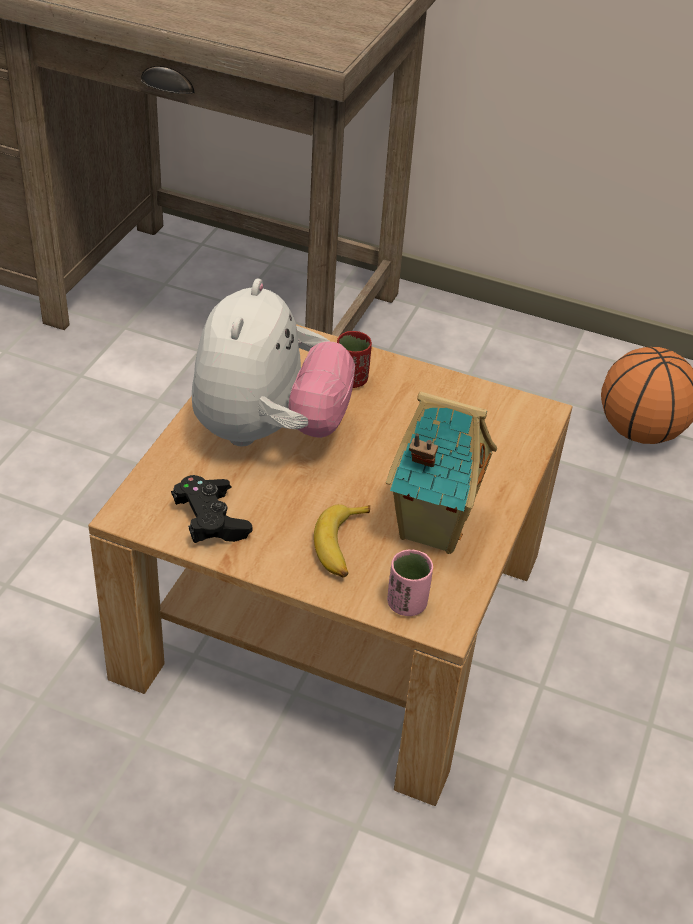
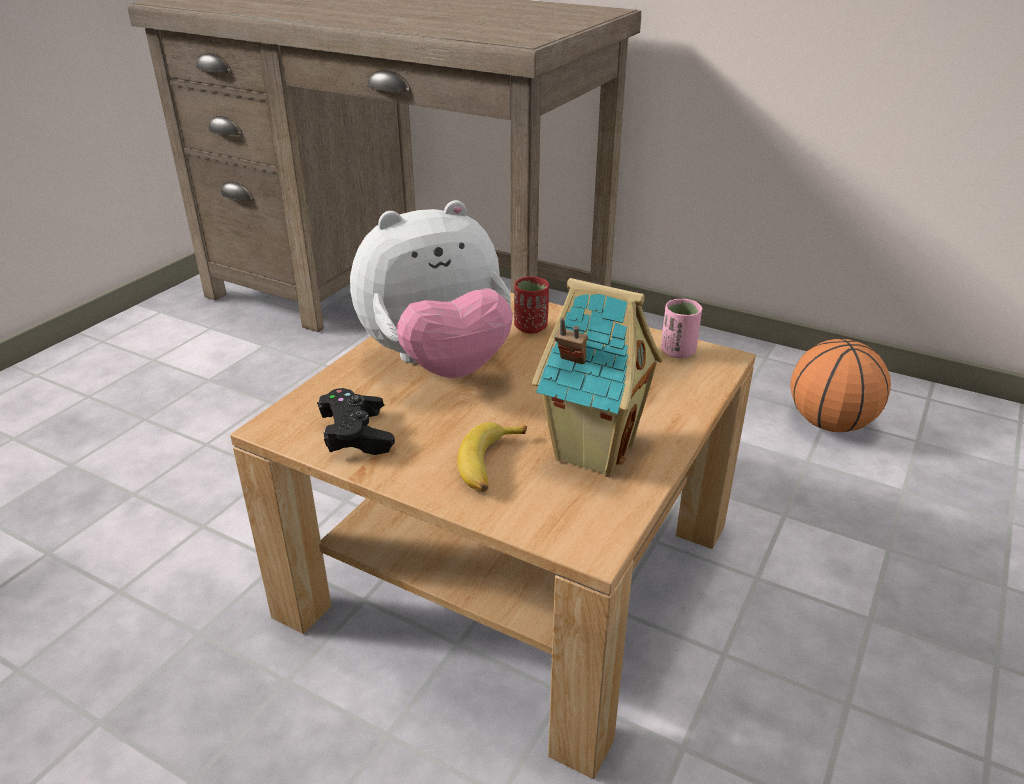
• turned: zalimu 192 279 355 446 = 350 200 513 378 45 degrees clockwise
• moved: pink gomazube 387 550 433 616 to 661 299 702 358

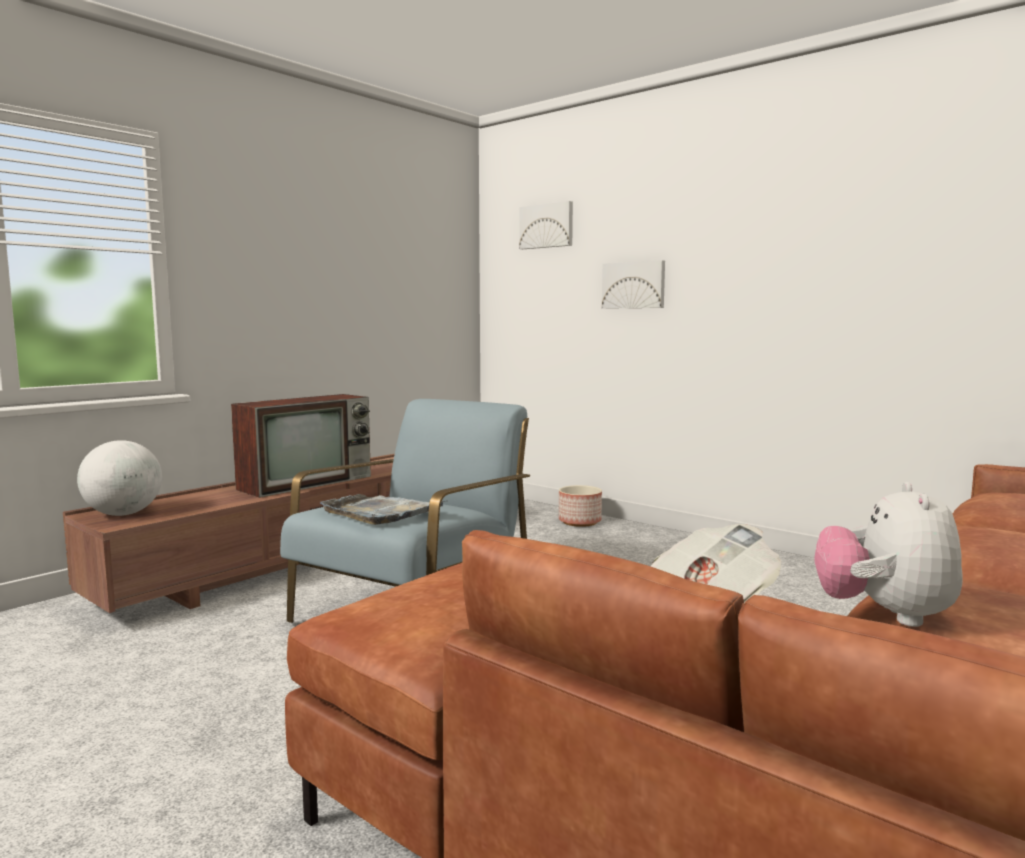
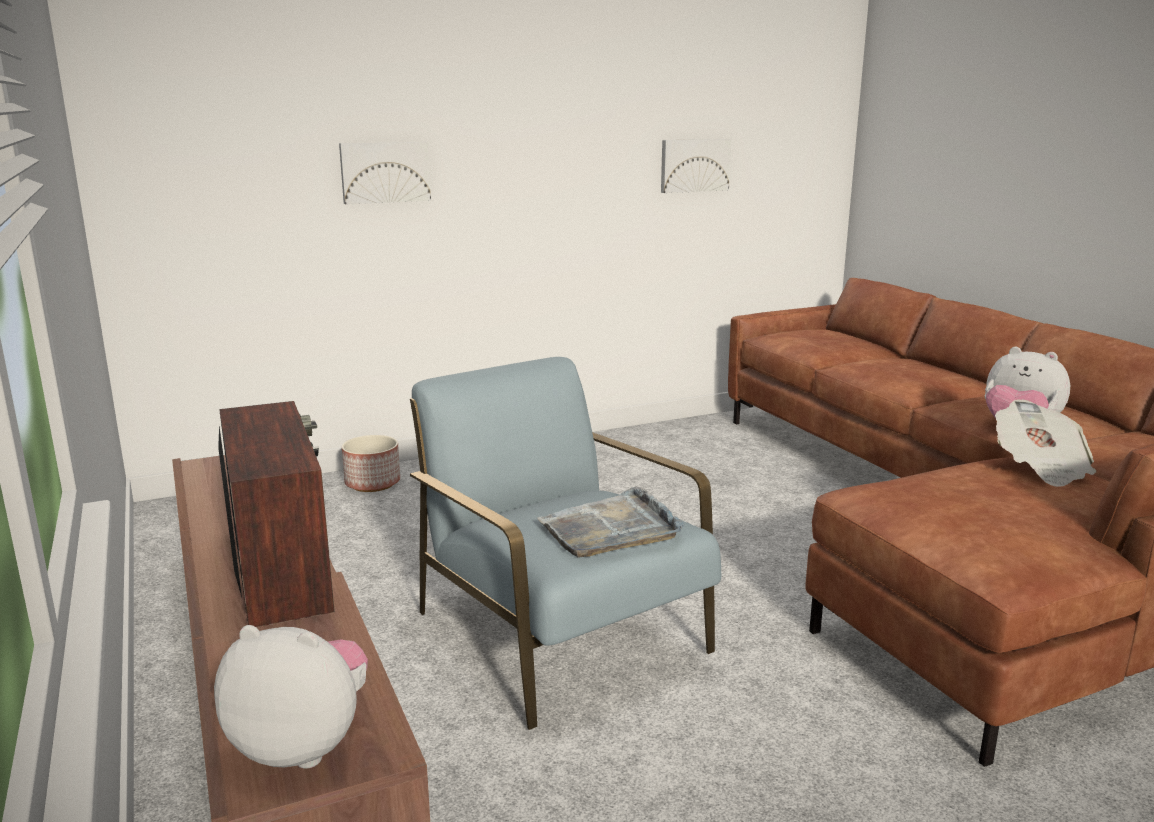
• replaced: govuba 77 440 162 516 to zalimu 214 625 368 769
• moved: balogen 519 201 573 249 to 661 139 732 193

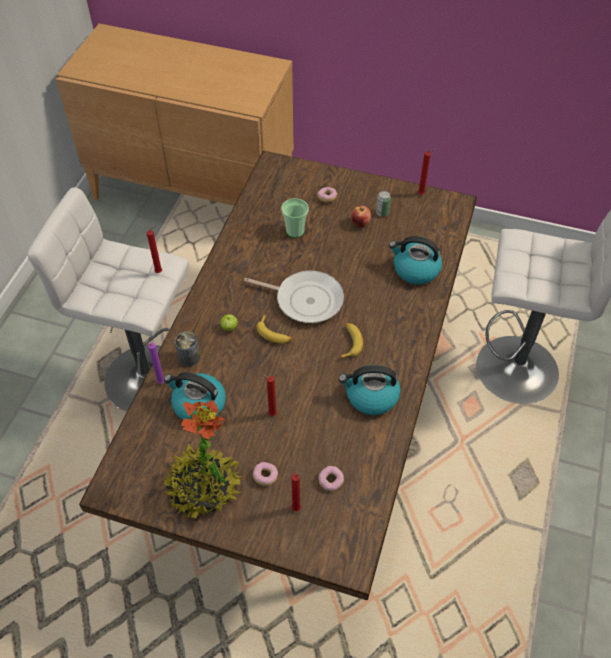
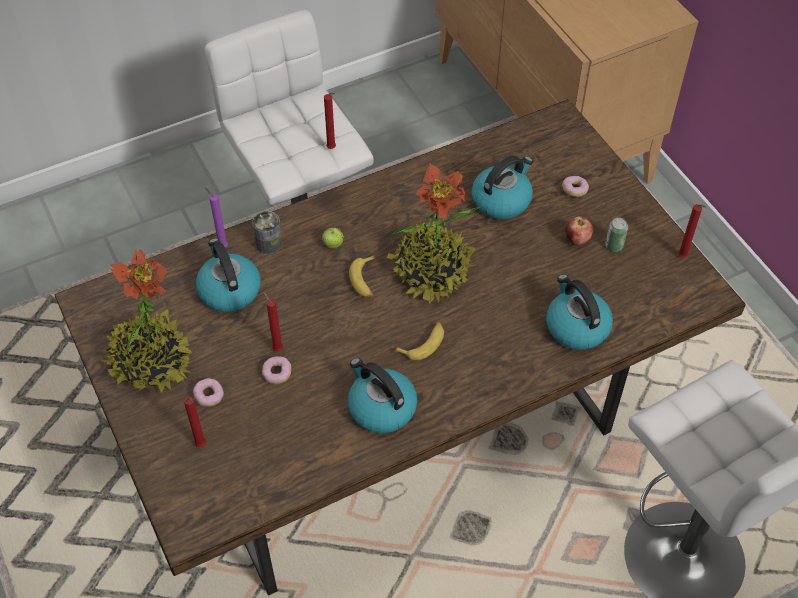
• replaced: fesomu 244 271 344 323 to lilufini 386 164 480 304
• replaced: gomazube 281 198 309 238 to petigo 472 155 533 219
• moved: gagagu 318 466 344 491 to 262 356 291 384

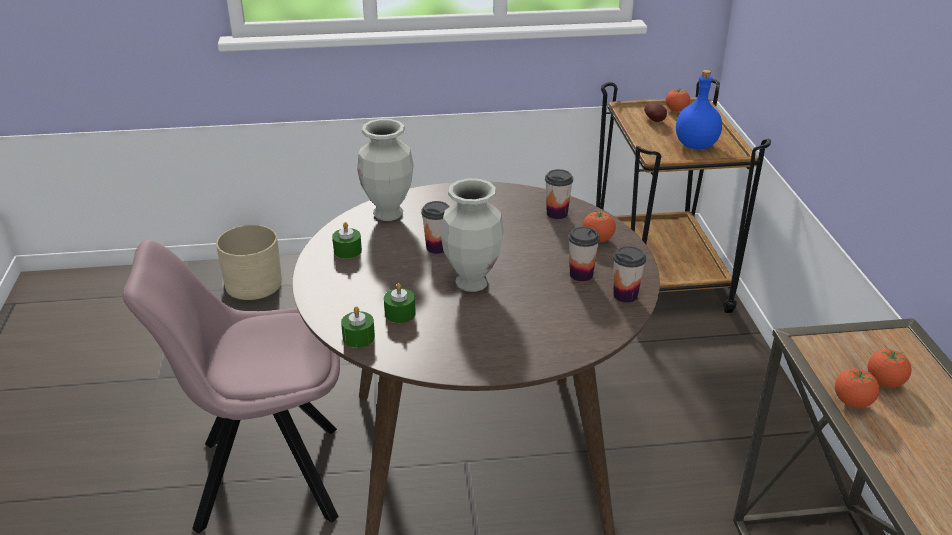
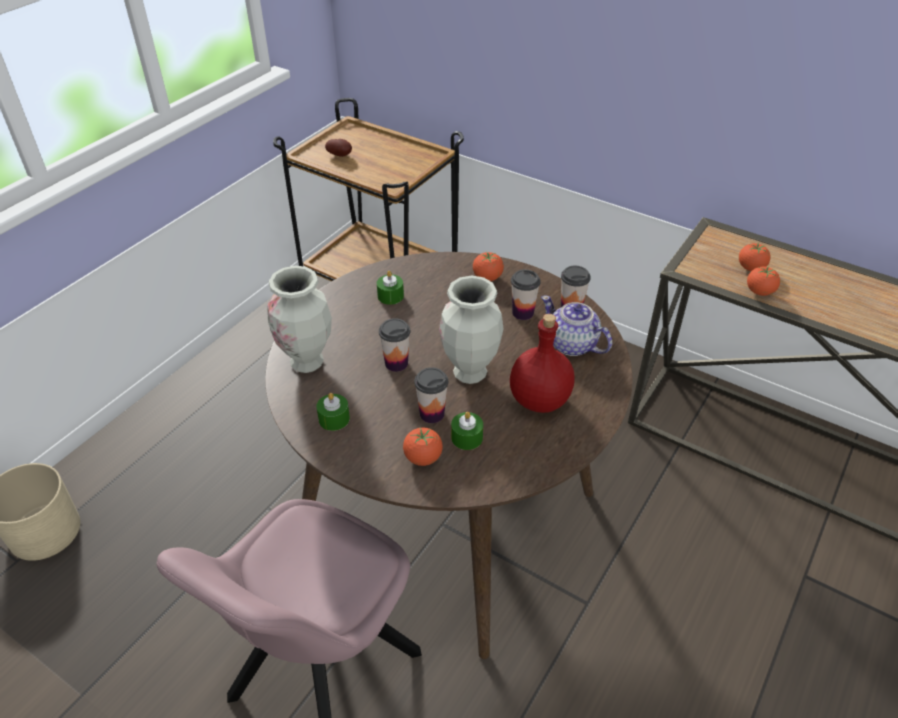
• moved: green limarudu 341 306 375 348 to 377 271 404 305
• moved: gomazube 545 169 573 219 to 414 367 448 423
• moved: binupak 666 88 690 111 to 403 428 443 466
• removed: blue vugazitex 676 70 722 149
• added: red vugazitex 510 314 575 413
• added: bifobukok 541 296 612 356

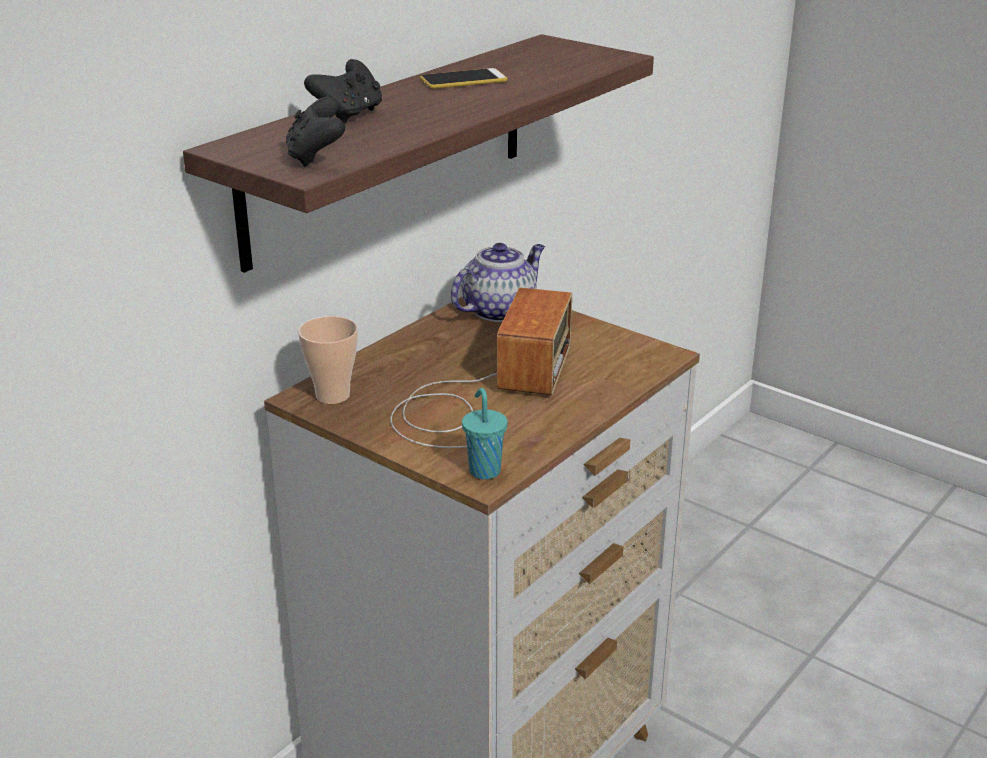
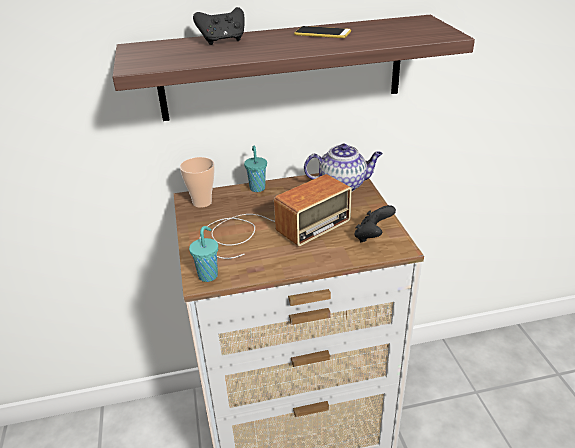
• moved: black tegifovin 286 97 345 167 to 354 205 396 242
• added: turquoise gomazube 244 146 267 192

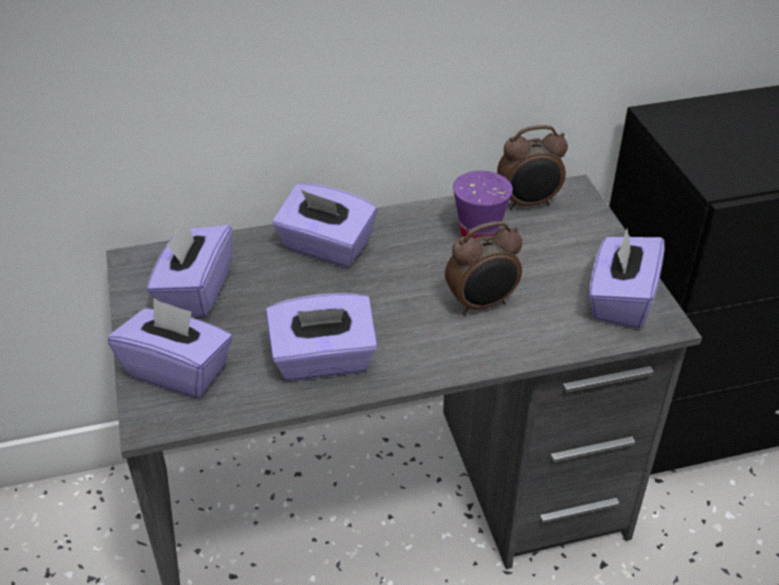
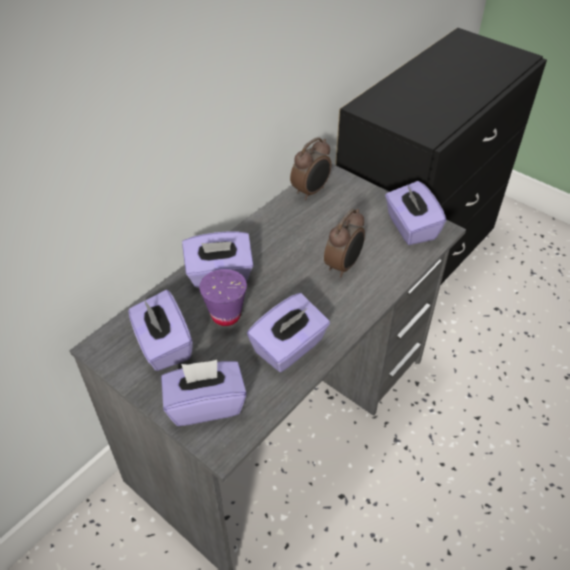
• moved: purple gomazube 453 171 513 238 to 199 269 247 326

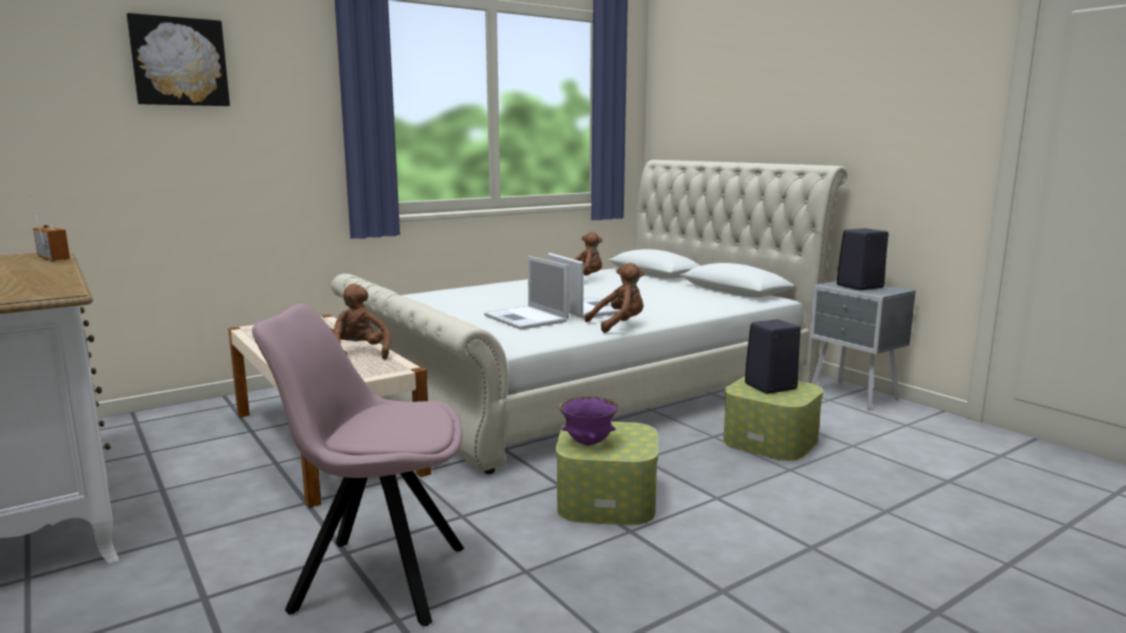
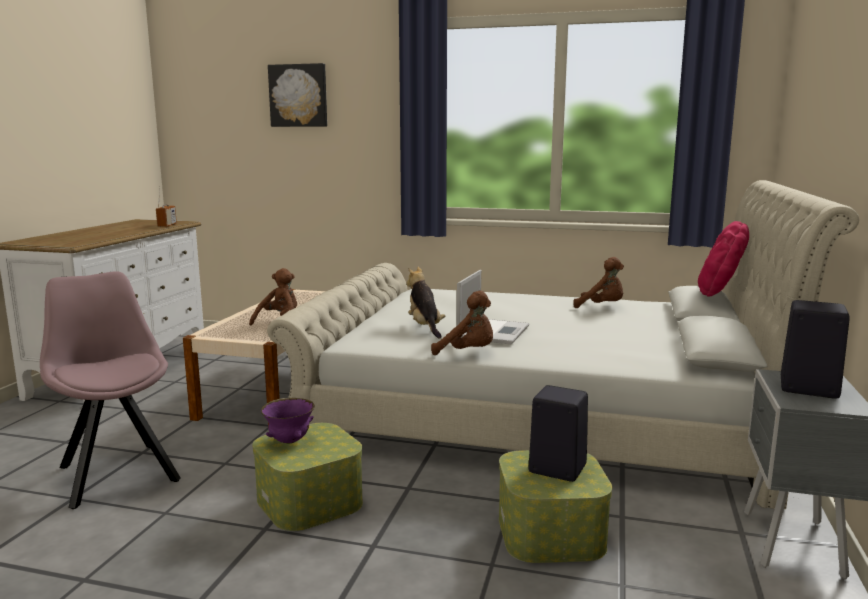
• replaced: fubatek 484 256 569 330 to zalimu 406 267 445 338
• added: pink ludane 698 221 749 297

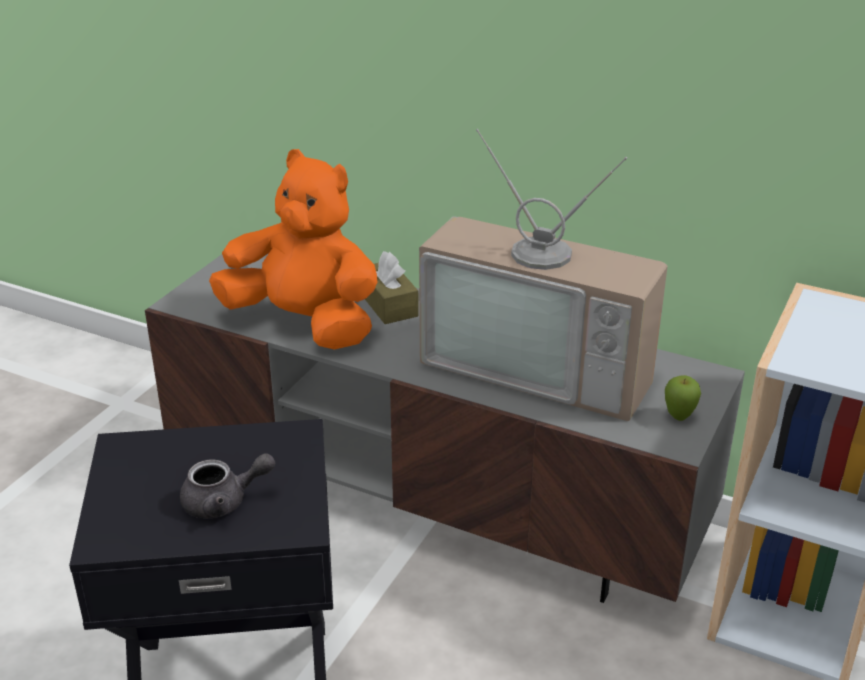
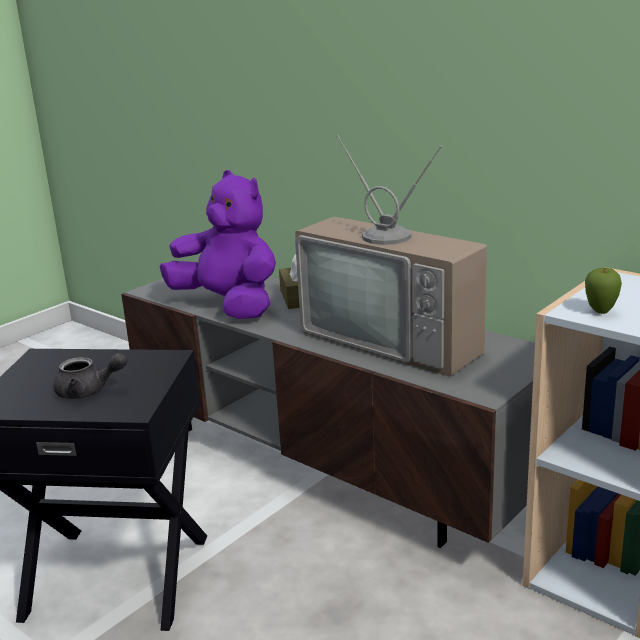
• recoloured: orange zalimu 209 149 377 350 to purple zalimu 160 170 276 319
• moved: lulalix 665 375 701 421 to 585 268 622 314

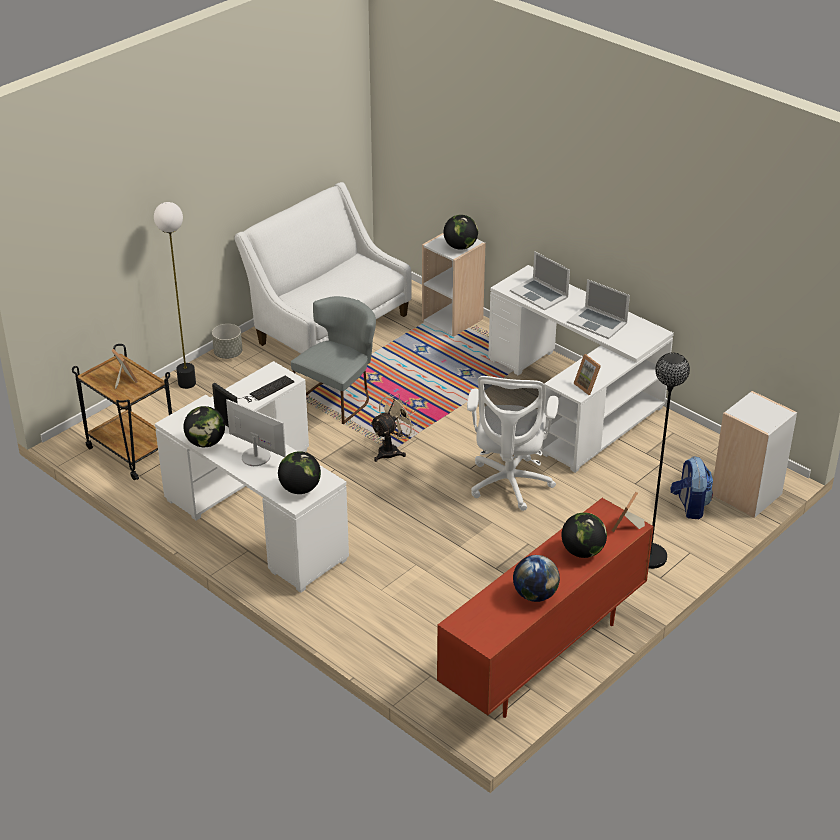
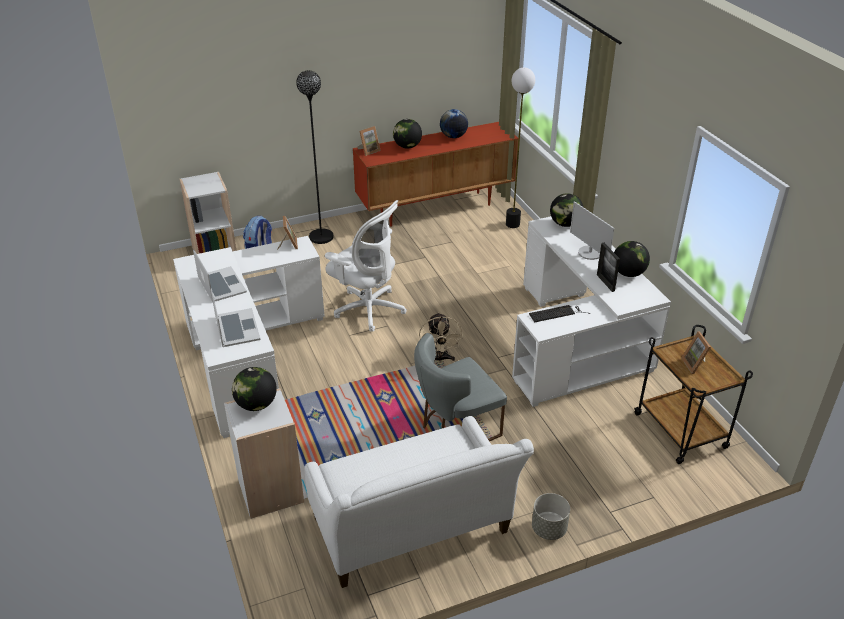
• moved: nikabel 154 202 196 389 to 506 67 535 228
• turned: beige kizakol 370 394 419 462 = 419 312 463 363 75 degrees counterclockwise
• turned: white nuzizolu 467 376 559 511 = 325 200 407 332 90 degrees clockwise

